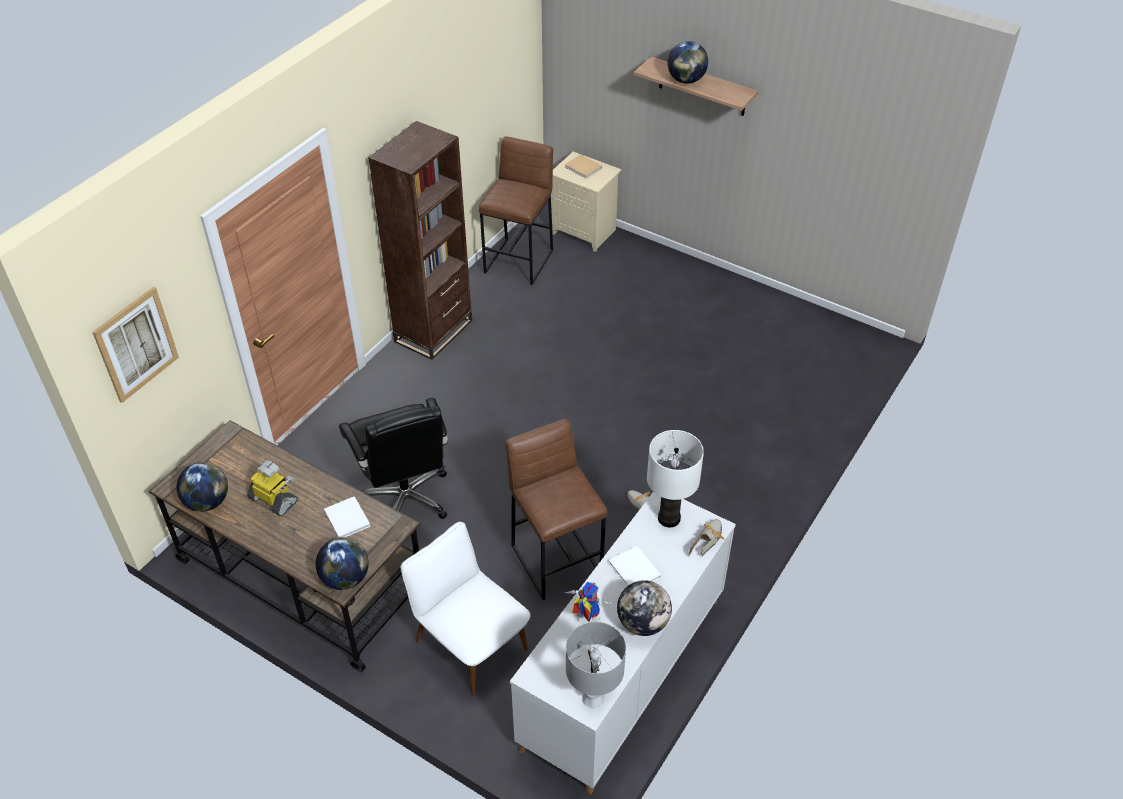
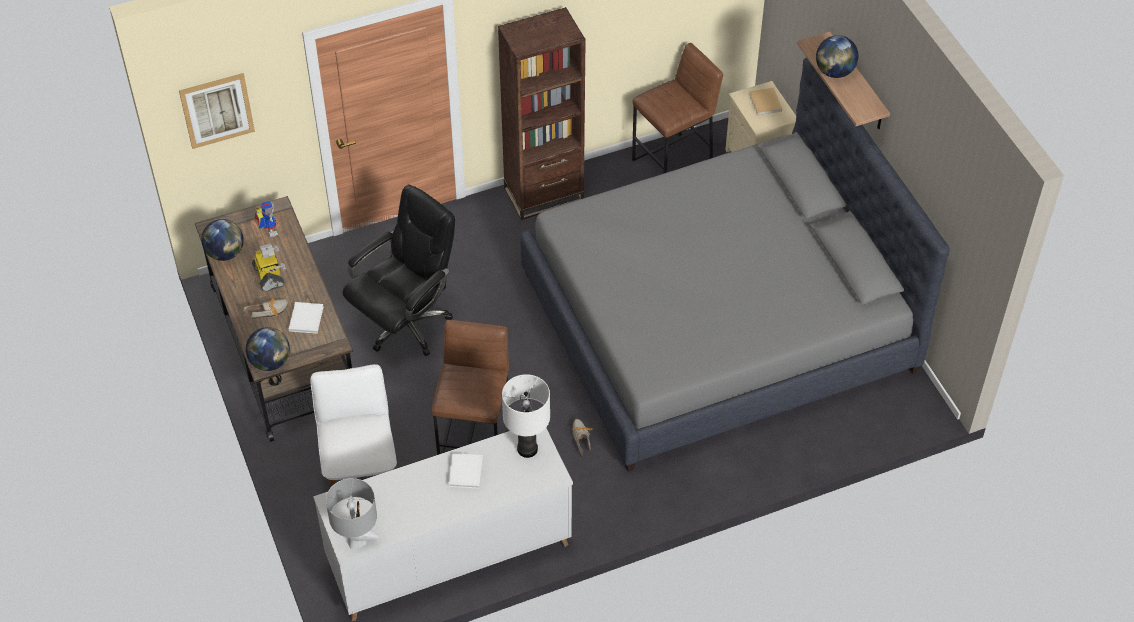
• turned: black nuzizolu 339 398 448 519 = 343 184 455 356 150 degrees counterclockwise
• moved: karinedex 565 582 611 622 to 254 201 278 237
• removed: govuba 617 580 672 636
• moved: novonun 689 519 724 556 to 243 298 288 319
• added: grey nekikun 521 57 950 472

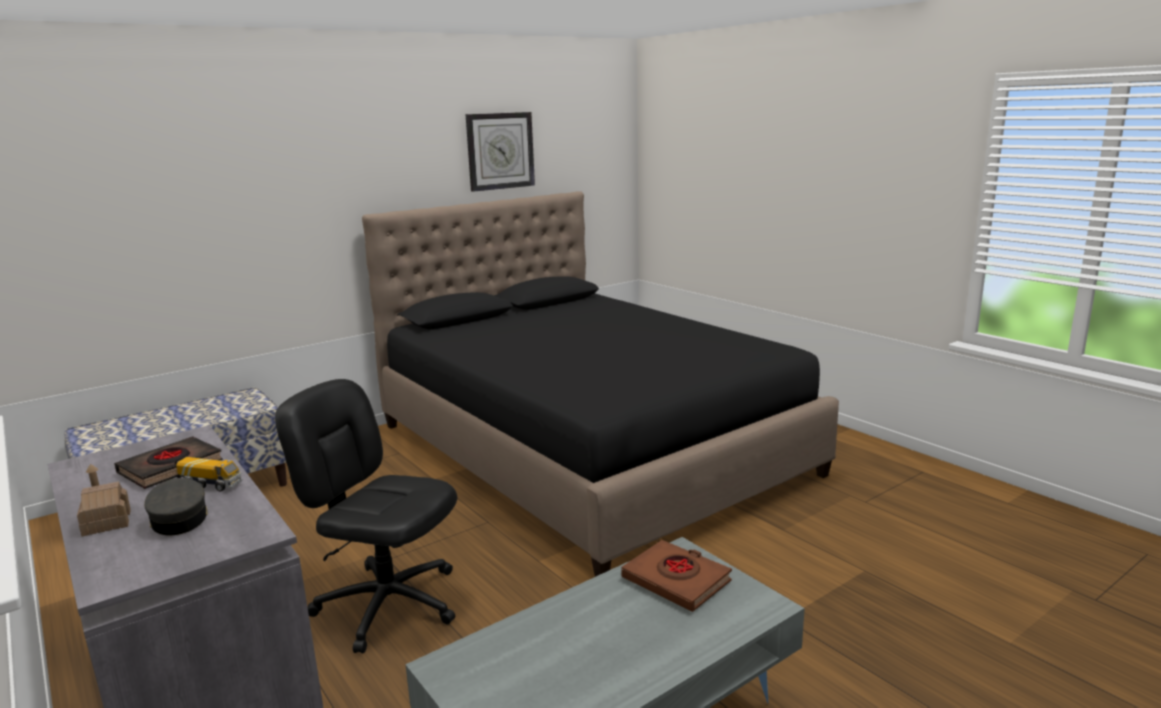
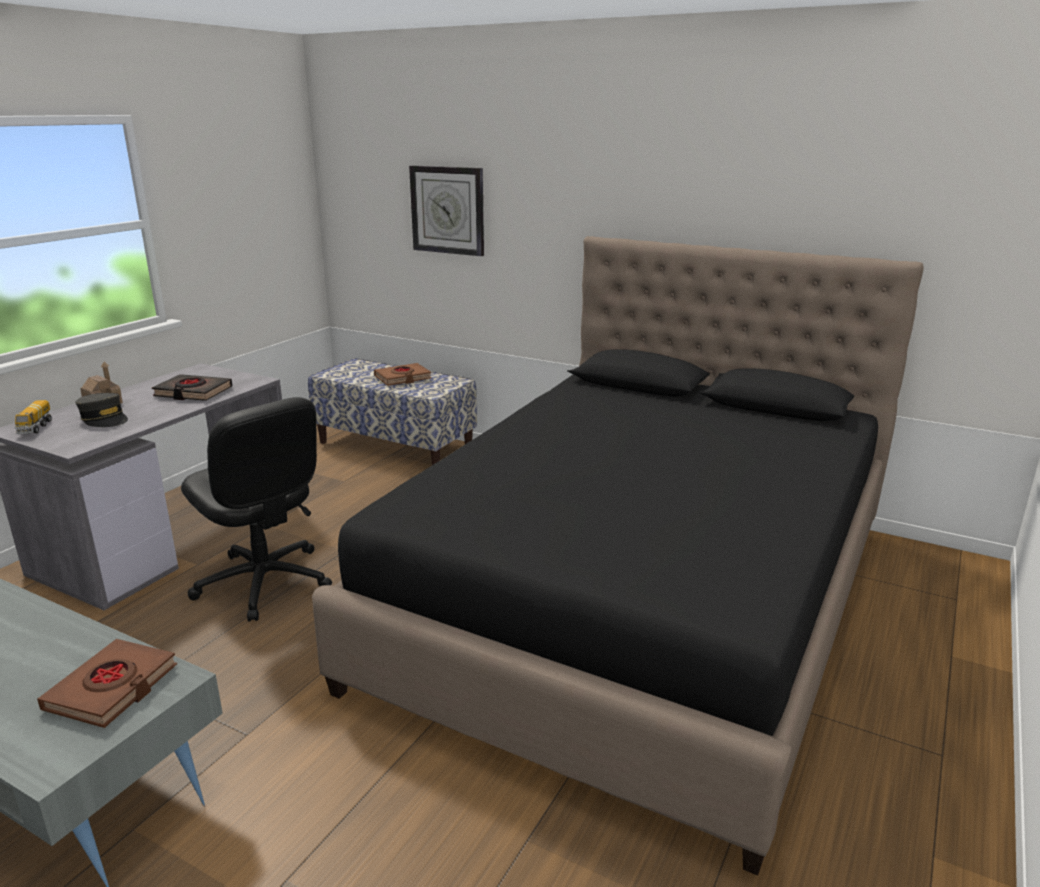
• turned: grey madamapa 144 478 208 536 = 76 393 128 427 90 degrees clockwise
• moved: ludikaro 176 457 243 491 to 15 400 52 434
• turned: black nuzizolu 275 379 457 653 = 181 397 332 621 135 degrees clockwise
• moved: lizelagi 465 112 535 192 to 409 165 484 256
• added: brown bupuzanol 374 363 431 386

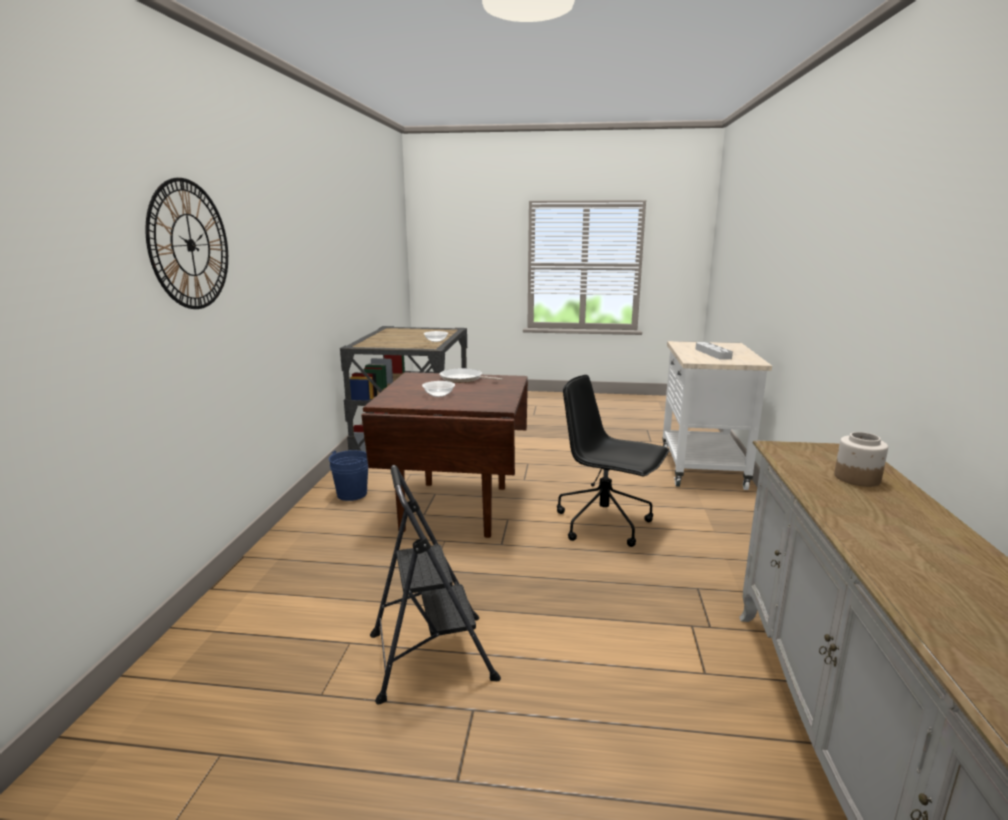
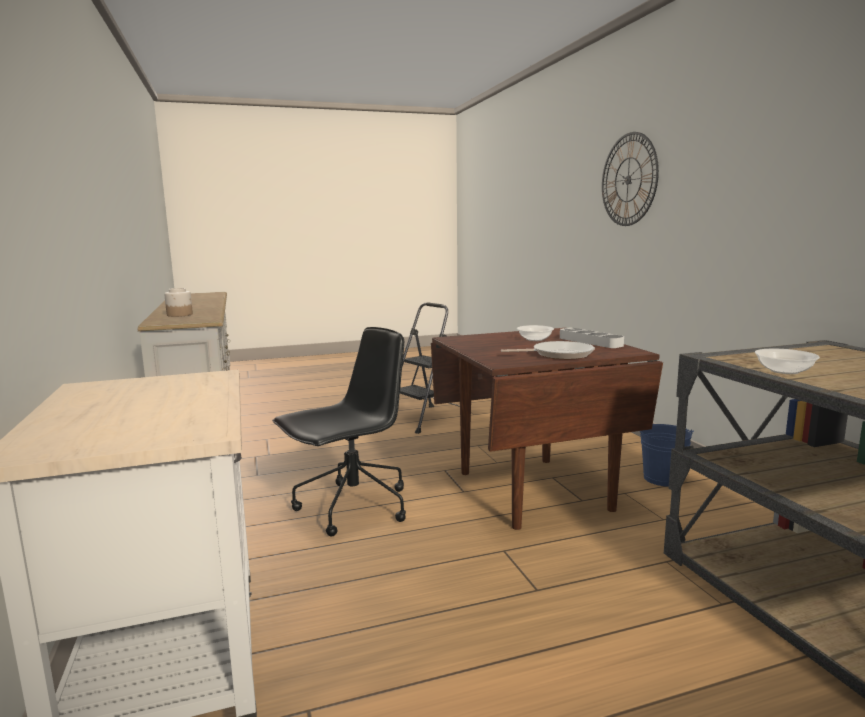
• turned: black nuzizolu 557 375 670 547 = 272 327 406 536 45 degrees counterclockwise
• moved: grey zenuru 696 342 733 360 to 560 328 624 348

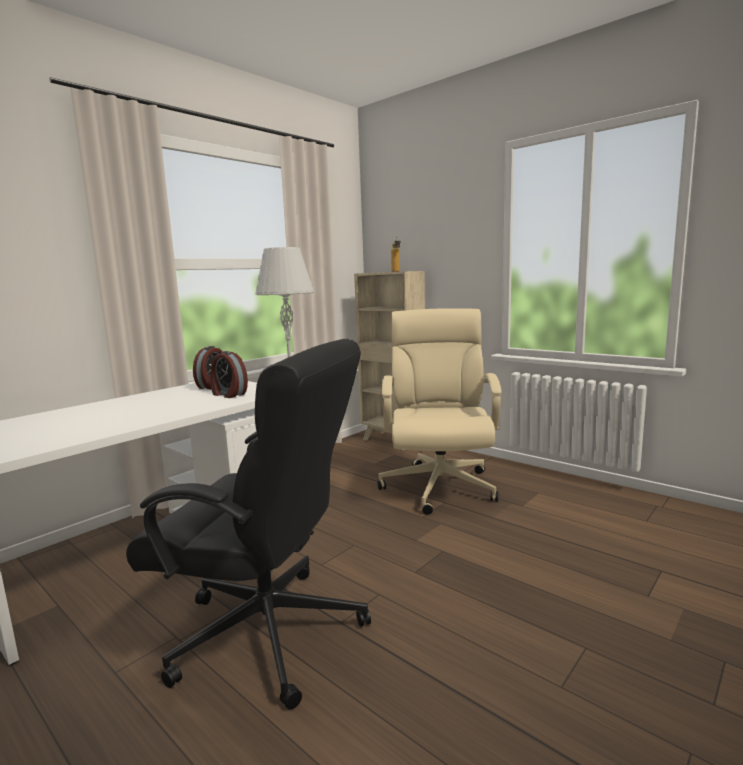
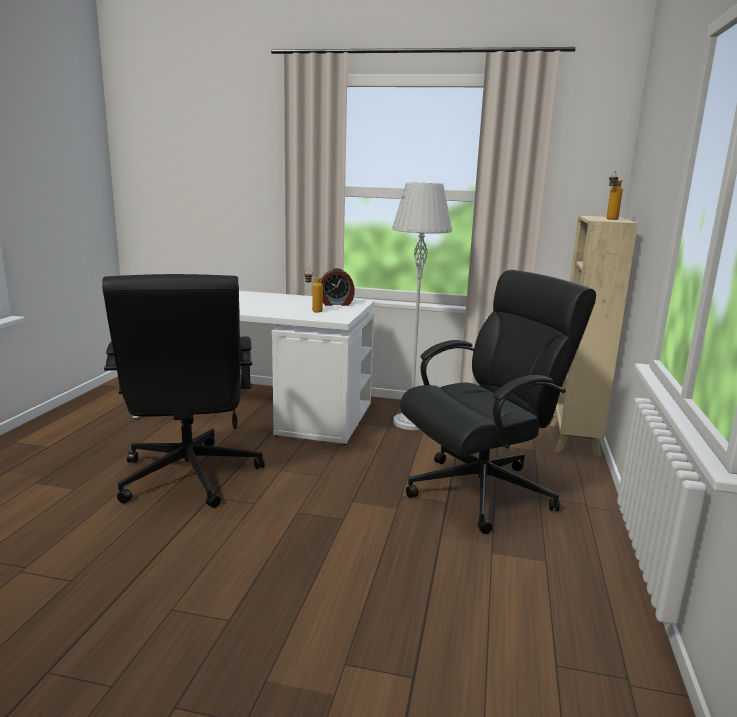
• replaced: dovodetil 210 351 248 398 to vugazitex 304 269 323 312
• recoloured: beige nuzizolu 377 308 501 515 to black nuzizolu 400 270 596 534

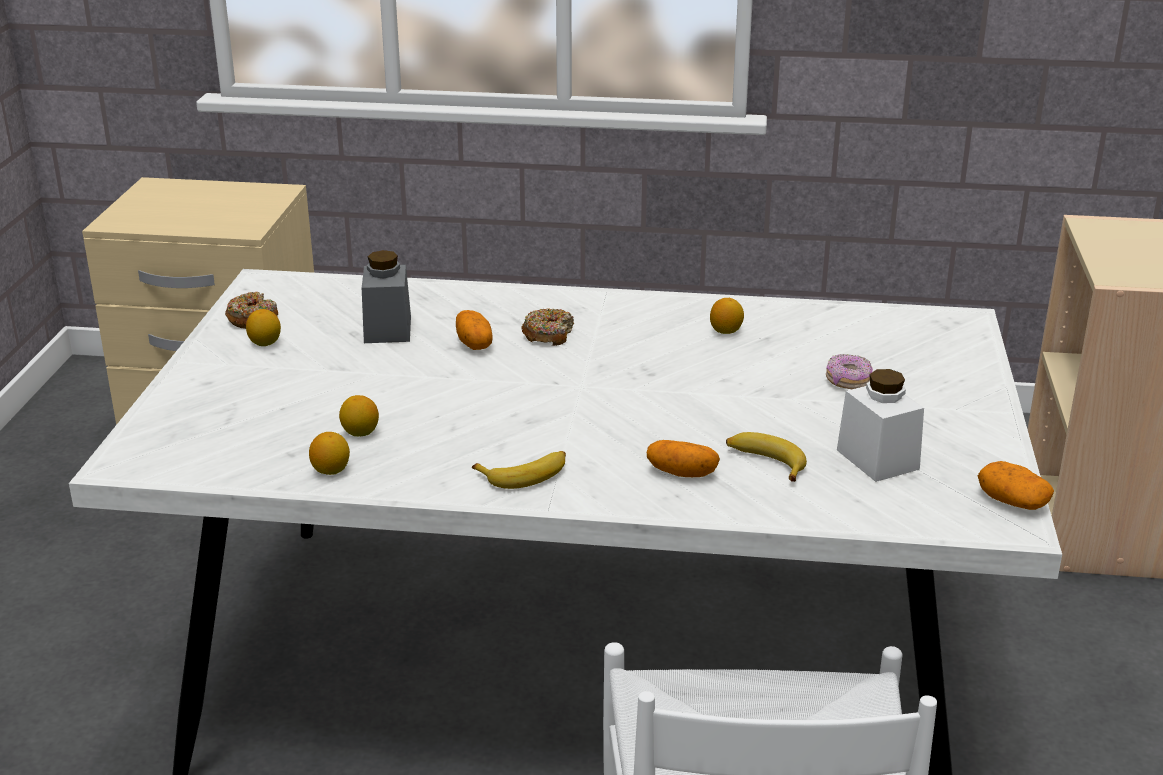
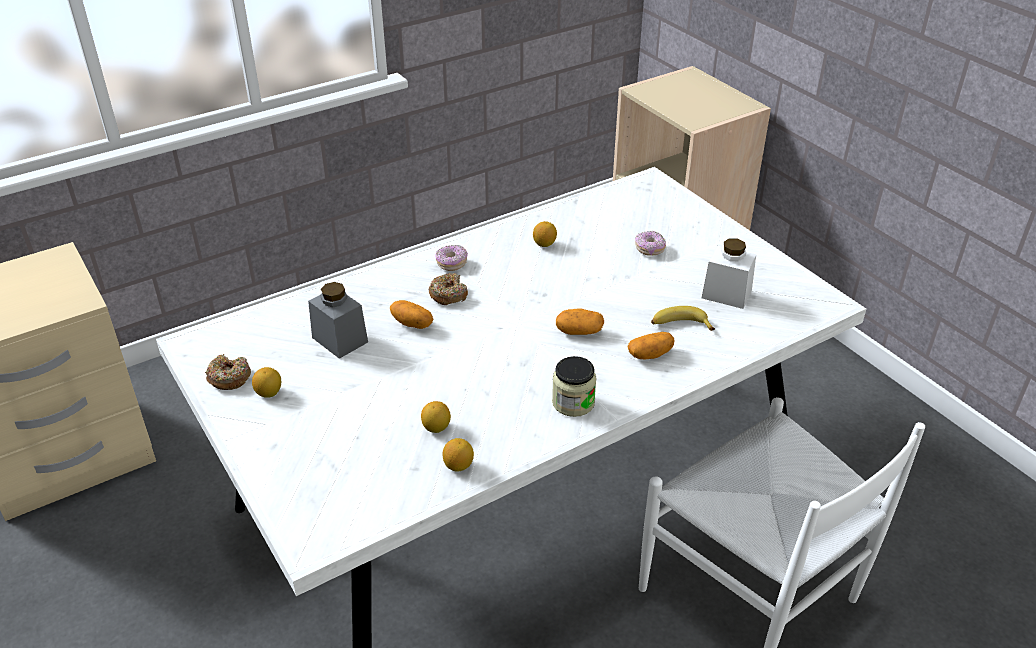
• replaced: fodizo 472 451 566 489 to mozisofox 552 356 597 417
• moved: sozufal 978 461 1054 510 to 556 309 604 335
• added: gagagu 435 245 468 271

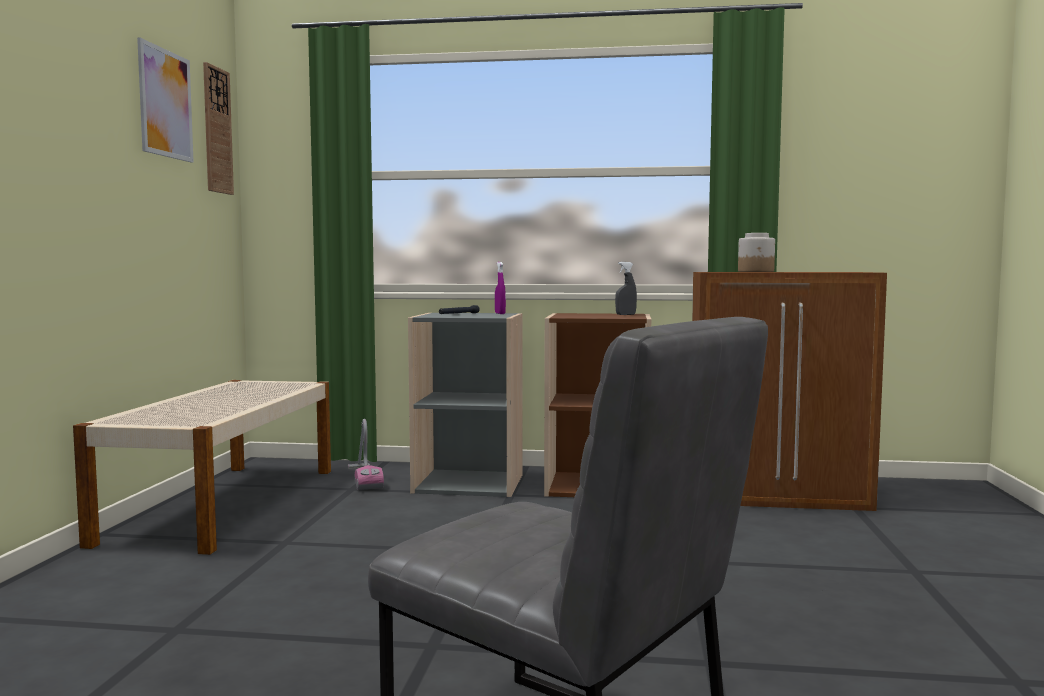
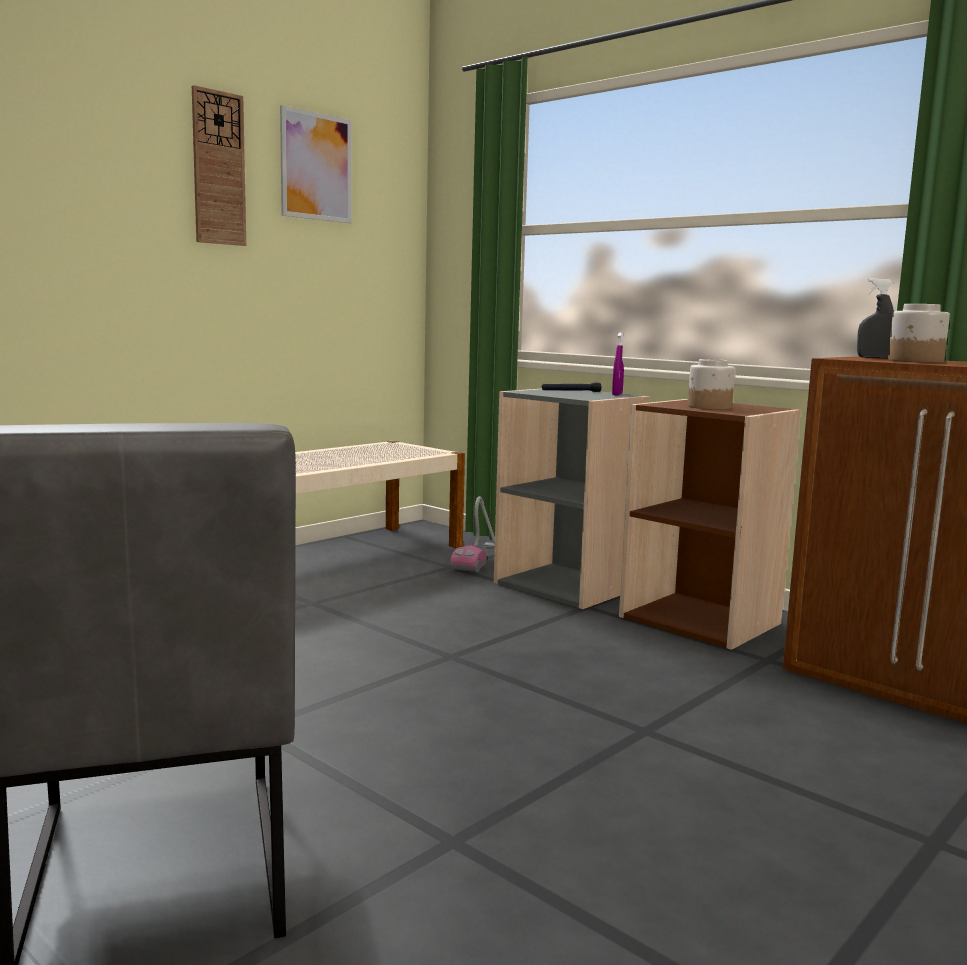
• moved: lizelagi 203 62 234 195 to 192 85 246 246
• moved: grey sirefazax 615 262 637 315 to 857 278 894 359
• added: mozisofox 688 359 735 410

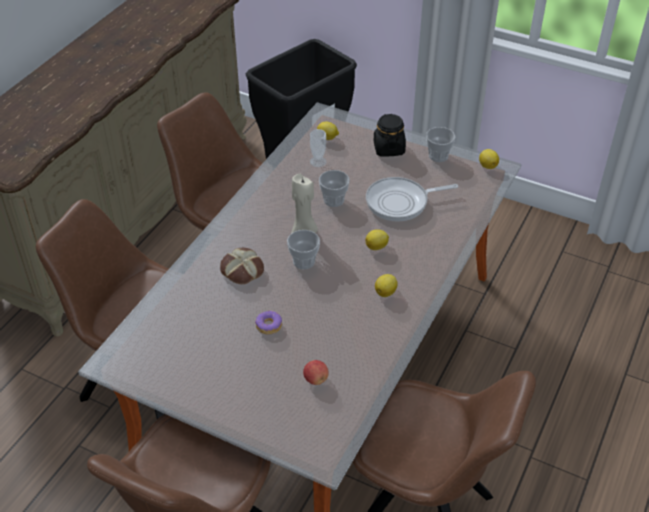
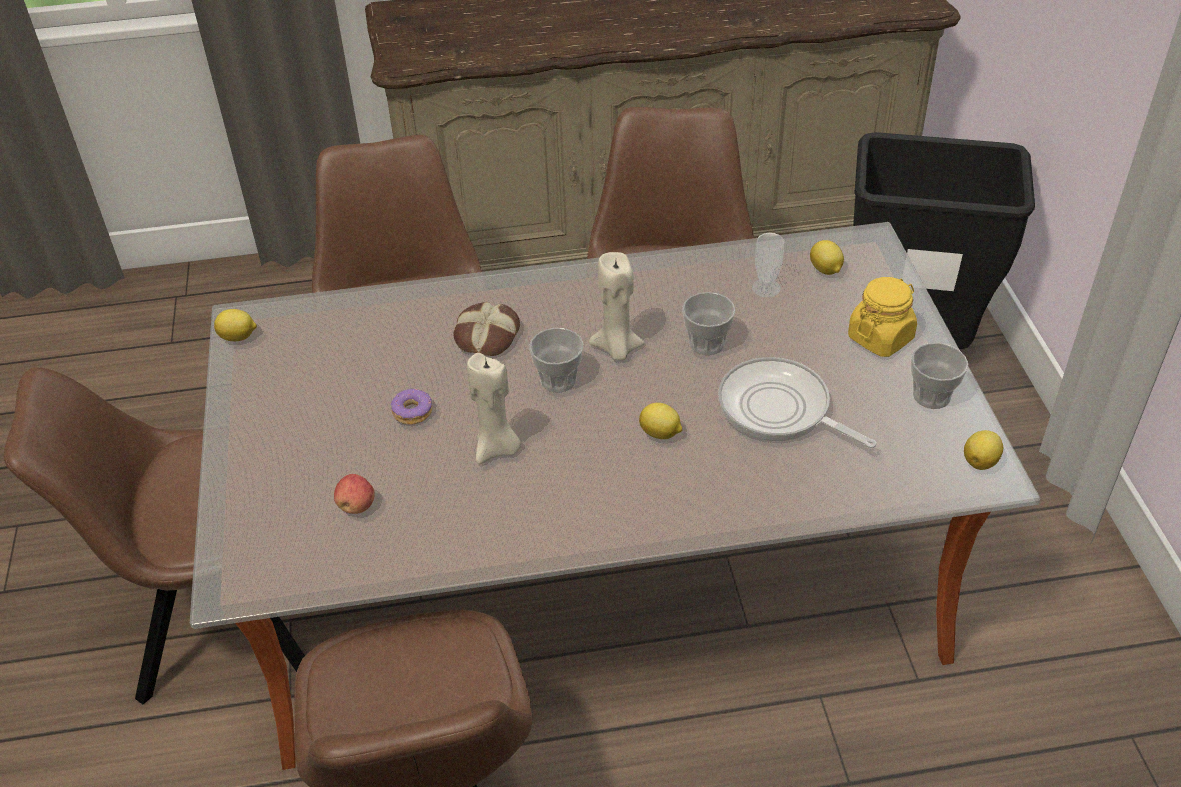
• recoloured: black mozisofox 374 114 406 156 to yellow mozisofox 848 277 917 357
• moved: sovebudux 375 274 398 297 to 214 309 257 341
• added: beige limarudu 467 353 521 464

